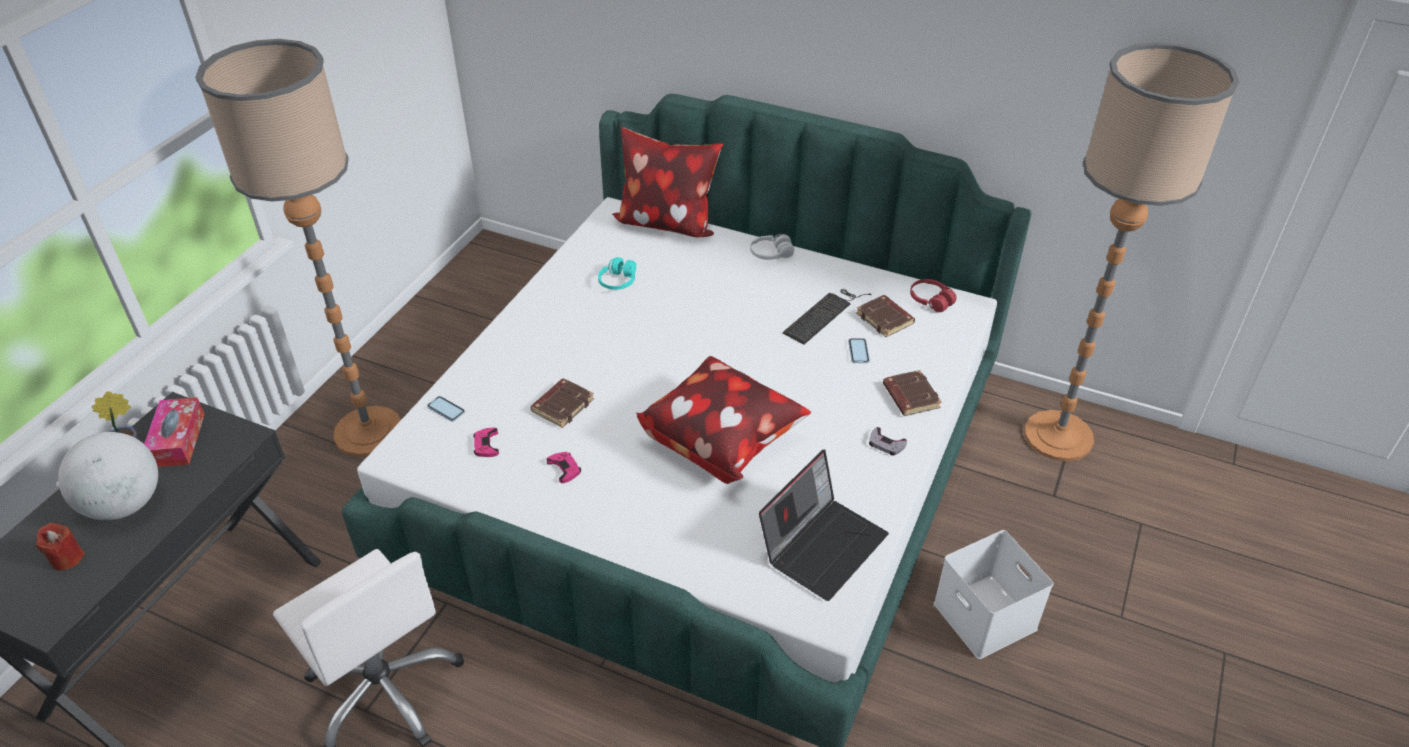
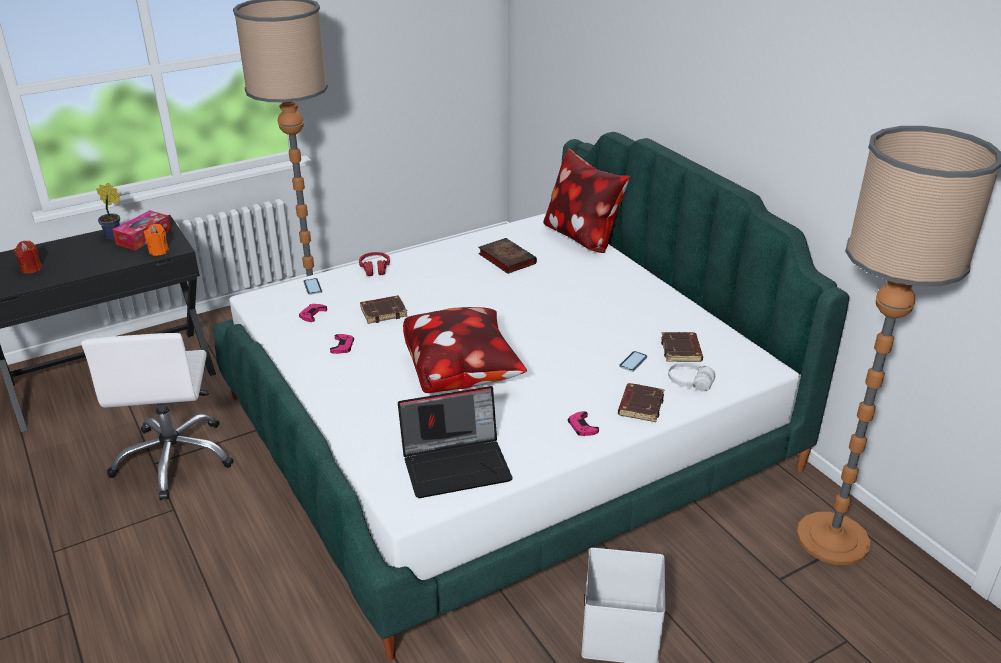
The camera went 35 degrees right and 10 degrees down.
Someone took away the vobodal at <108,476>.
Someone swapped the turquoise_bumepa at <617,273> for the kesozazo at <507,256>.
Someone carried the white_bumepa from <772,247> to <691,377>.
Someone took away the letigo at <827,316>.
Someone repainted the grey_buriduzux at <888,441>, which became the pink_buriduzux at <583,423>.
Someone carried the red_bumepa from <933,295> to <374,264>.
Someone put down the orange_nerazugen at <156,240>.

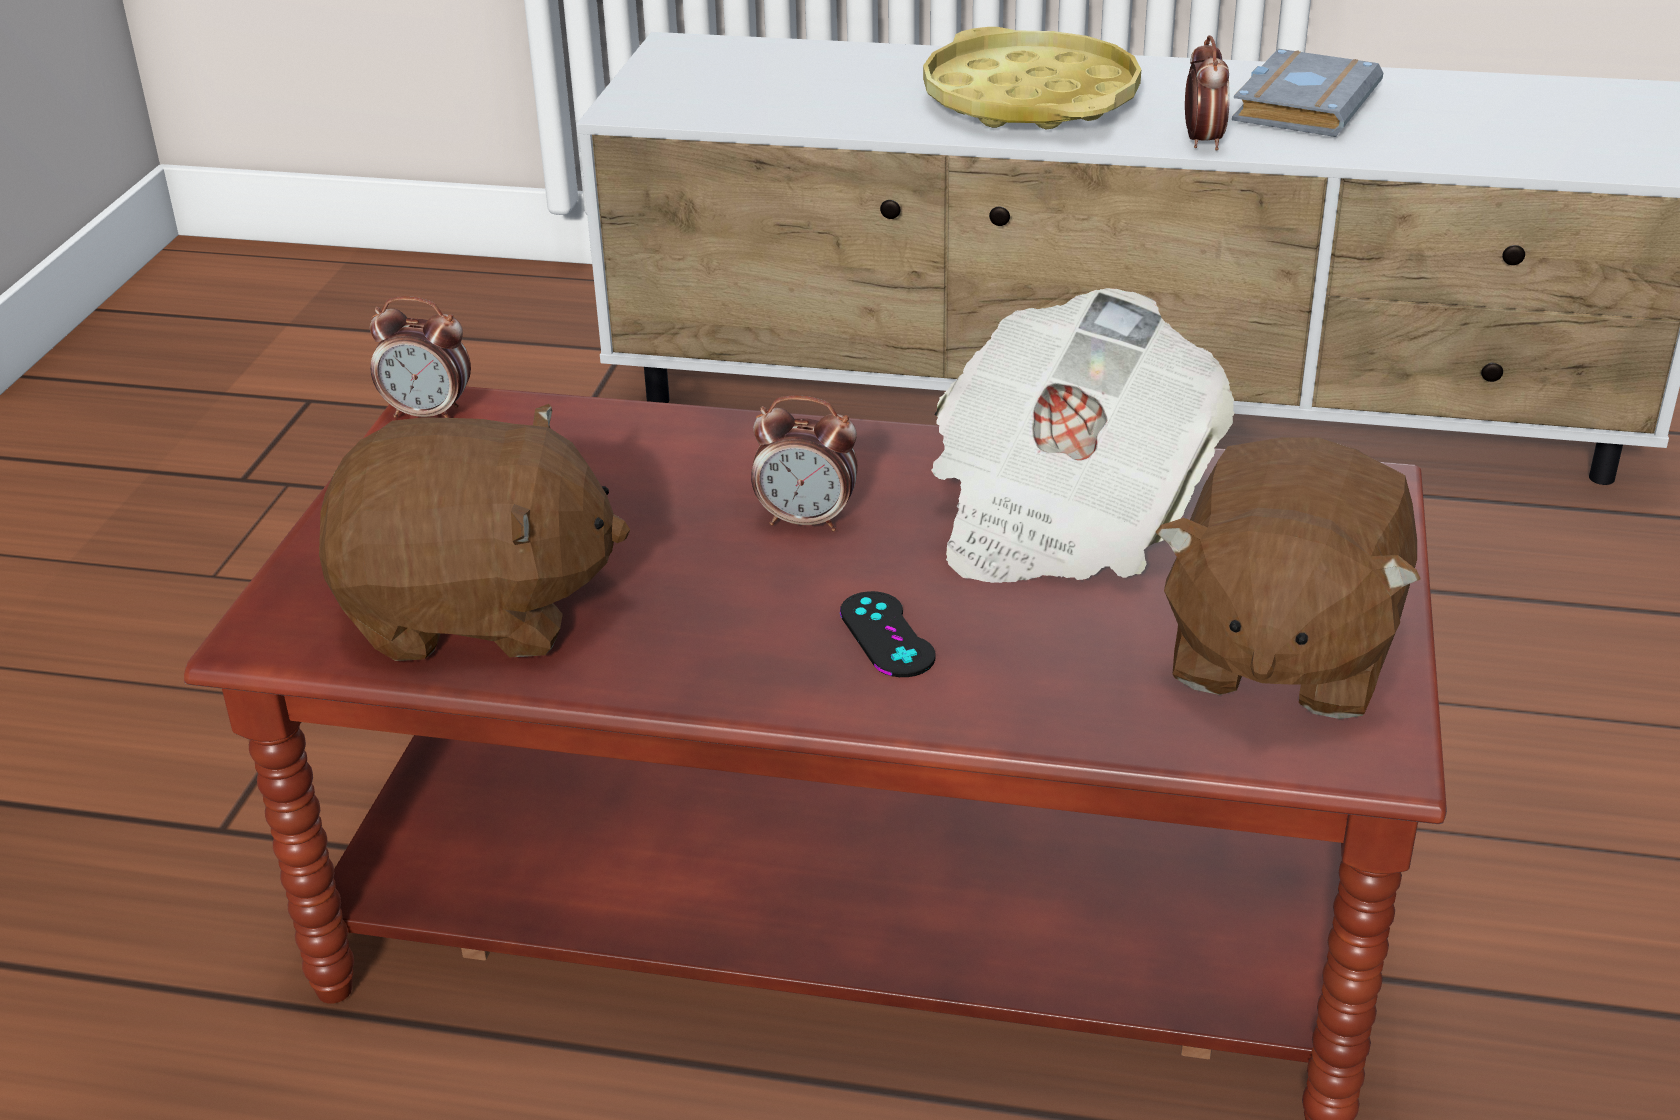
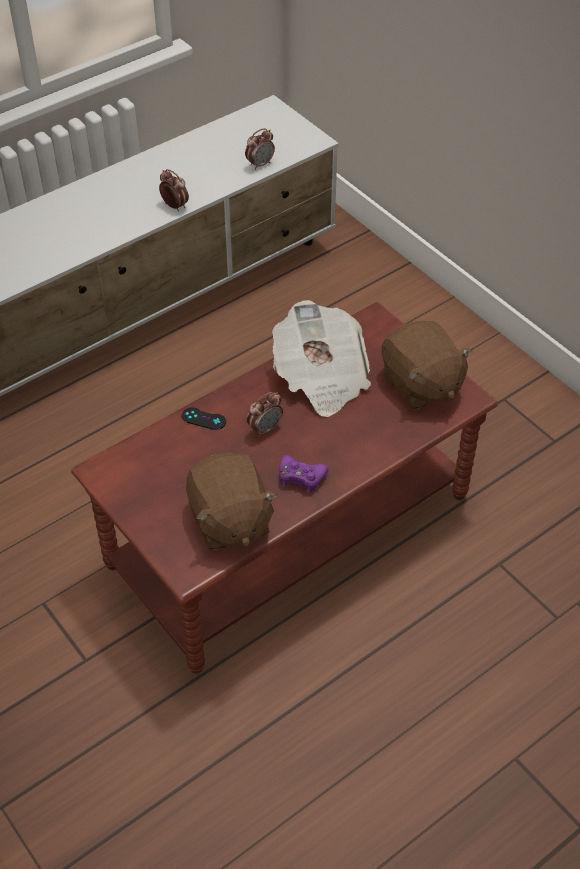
The camera went 50 degrees left and 15 degrees up.
Someone rotated the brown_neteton at <474,532> by 120 degrees clockwise.
Someone carried the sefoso from <420,357> to <260,149>.
Someone carried the black_buriduzux from <888,634> to <203,418>.
Someone took away the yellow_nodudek at <1032,78>.
Someone took away the grey_kesozazo at <1307,93>.
Someone put down the purple_buriduzux at <304,474>.

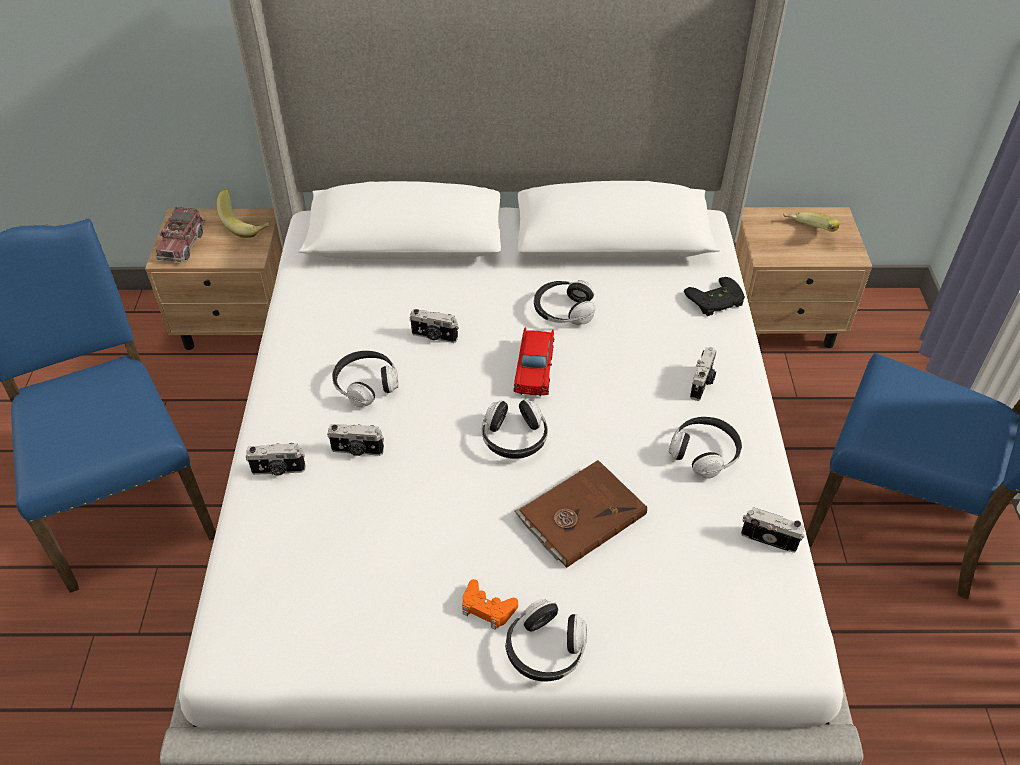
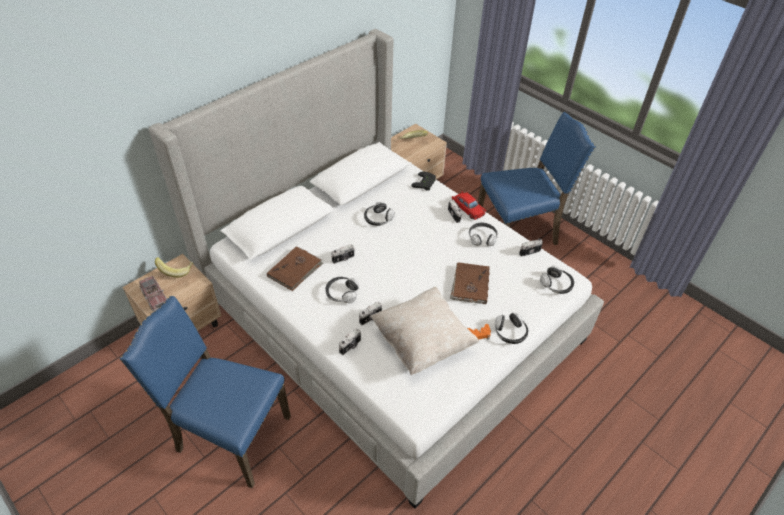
The camera went 45 degrees left and 0 degrees up.
Someone carried the bumepa from <515,429> to <557,280>.
Someone carried the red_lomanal from <533,361> to <469,205>.
Someone put down the brown_kesozazo at <295,269>.
Someone put down the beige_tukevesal at <424,331>.

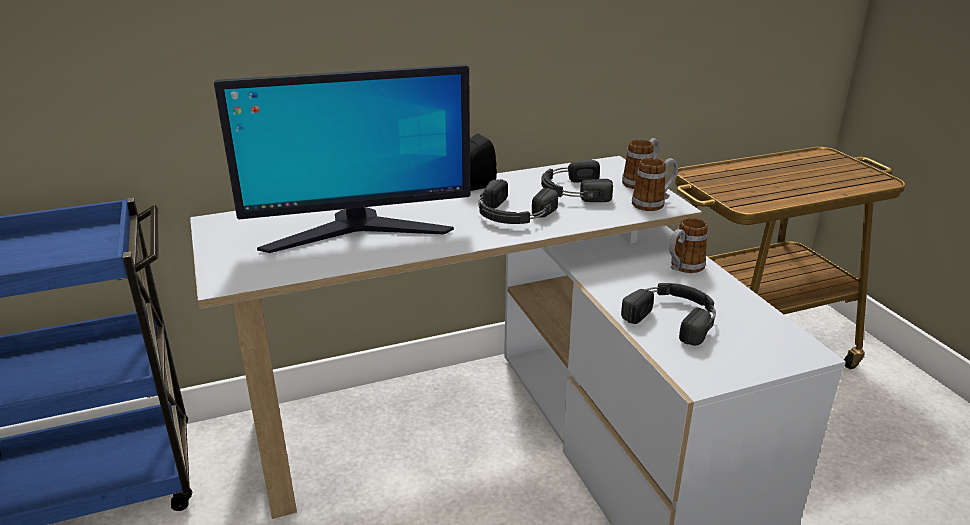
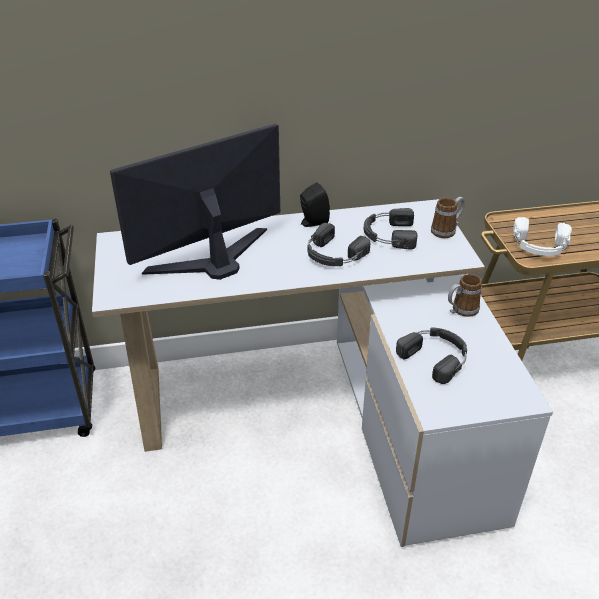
The camera went 10 degrees right and 10 degrees up.
Someone rotated the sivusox at <342,158> by 150 degrees clockwise.
Someone took away the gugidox at <655,184>.
Someone put down the white_bumepa at <542,236>.

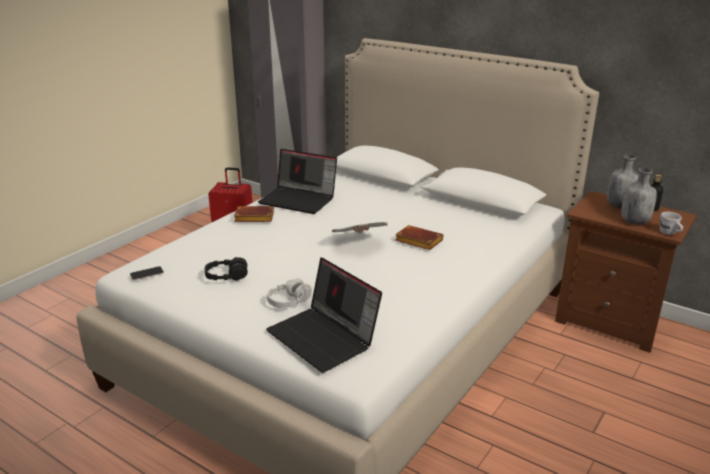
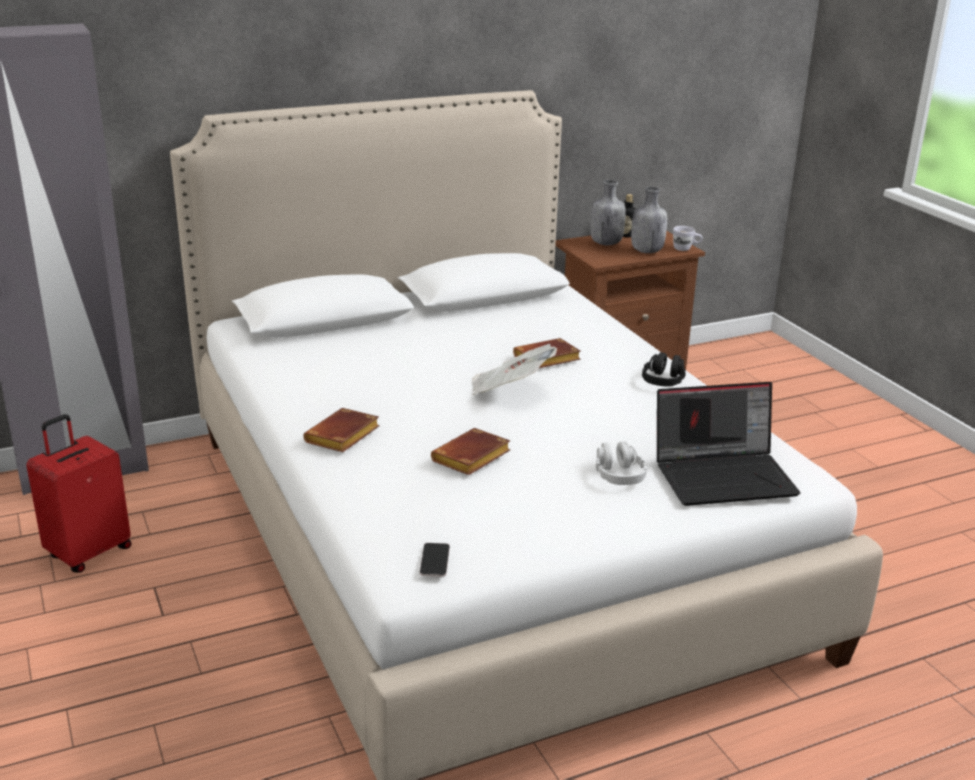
The camera went 60 degrees left and 0 degrees up.
Someone carried the black_bumepa from <226,269> to <664,369>.
Someone took away the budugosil at <297,181>.
Someone put down the brown_kesozazo at <470,451>.

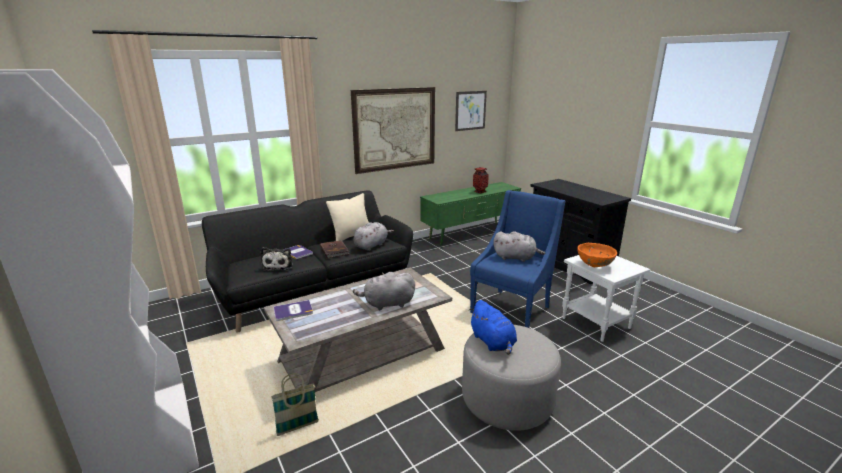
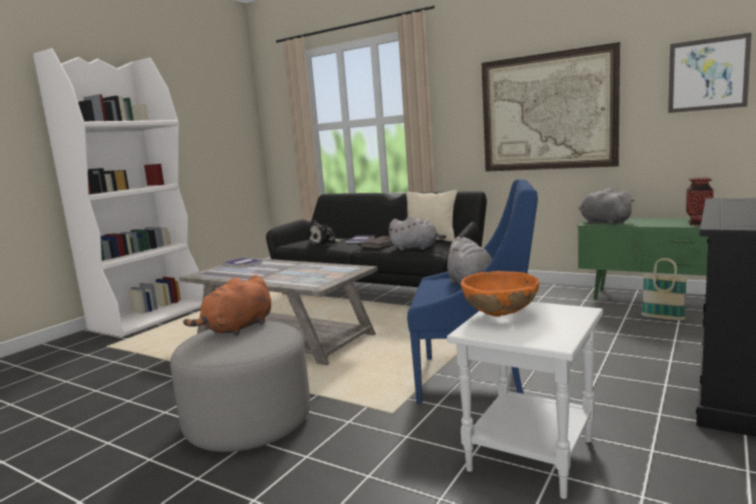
The camera went 65 degrees right and 10 degrees down.
Someone carried the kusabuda from <295,404> to <664,289>.
Someone carried the grey_neteton from <384,291> to <607,206>.
Someone repainted the blue_neteton at <493,327>, which became the orange_neteton at <227,305>.

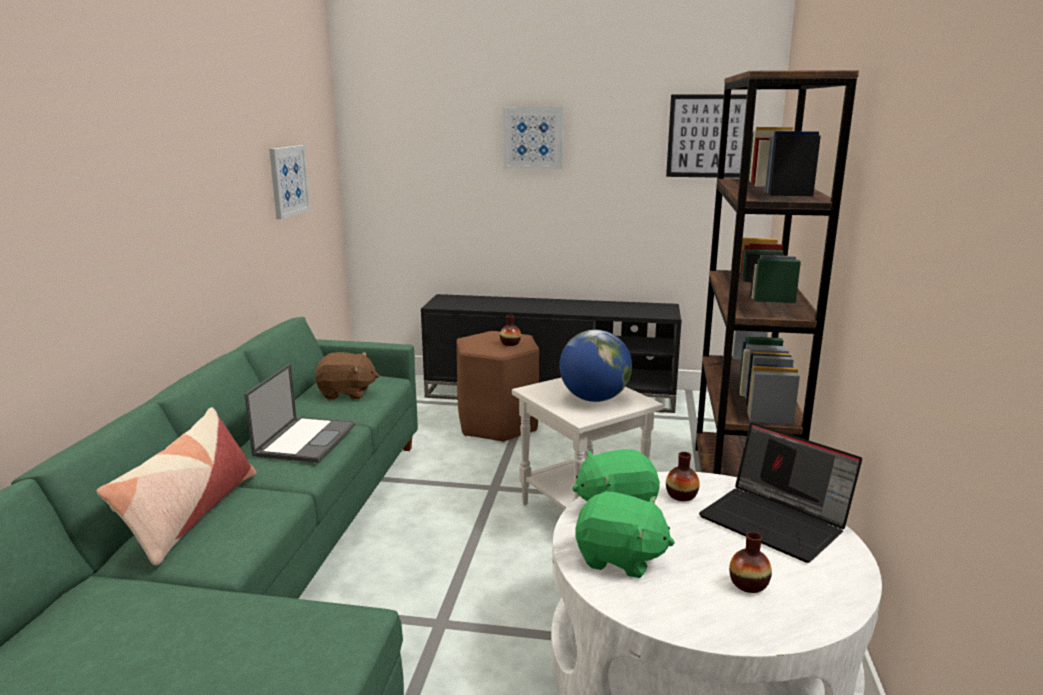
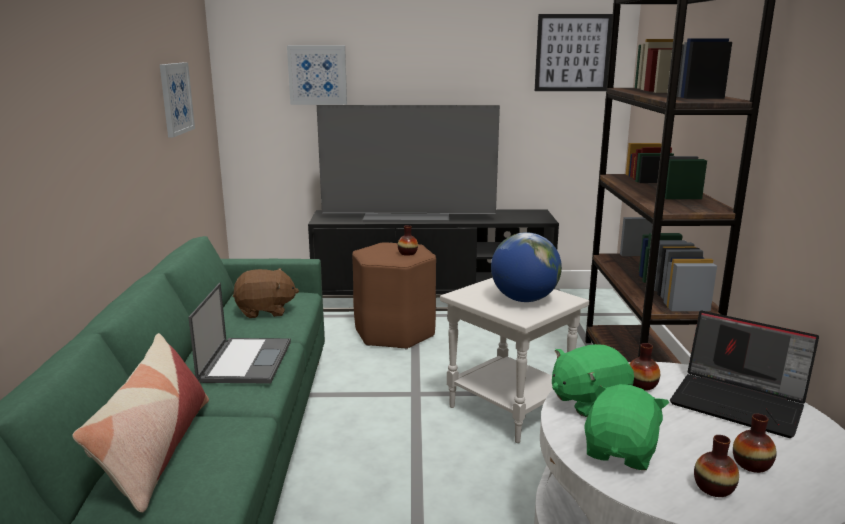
The camera went 10 degrees left and 0 degrees up.
Someone carried the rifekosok from <533,138> to <317,75>.
Someone rotated the green_neteton at <625,534> by 75 degrees counterclockwise.
Someone put down the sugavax at <408,164>.
Someone put down the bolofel at <716,466>.

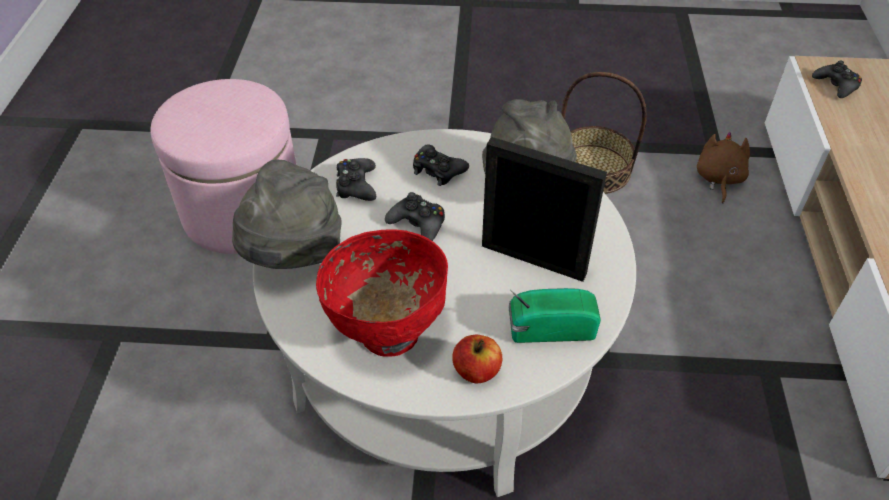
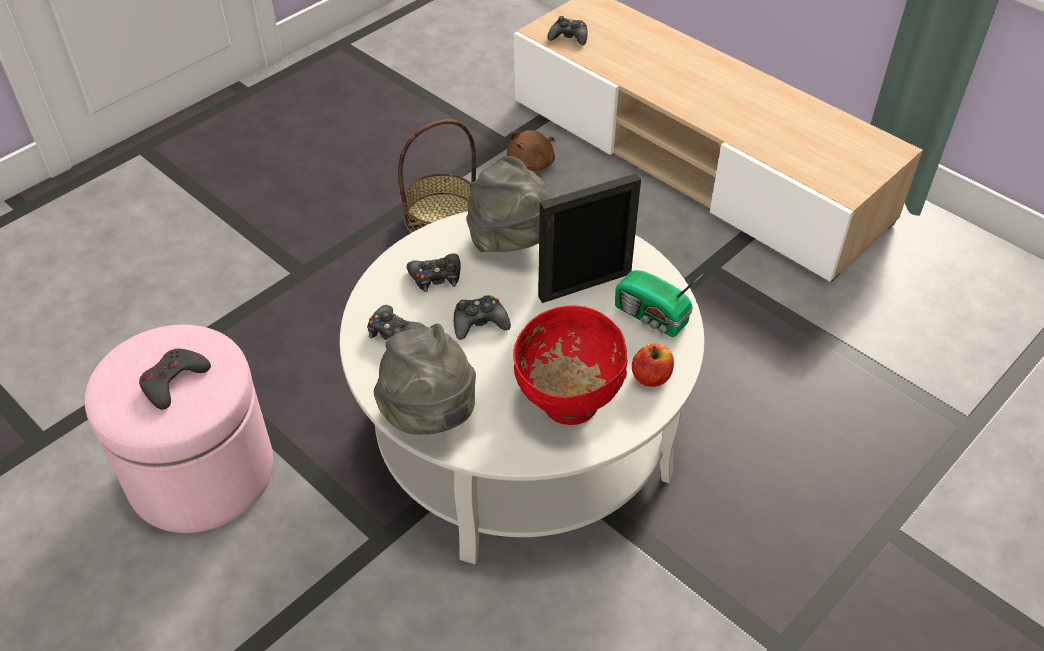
The camera went 50 degrees left and 0 degrees up.
Someone rotated the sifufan at <555,315> by 90 degrees counterclockwise.
Someone rotated the brown_neteton at <723,167> by 105 degrees counterclockwise.
Someone put down the grey_buriduzux at <175,379>.

